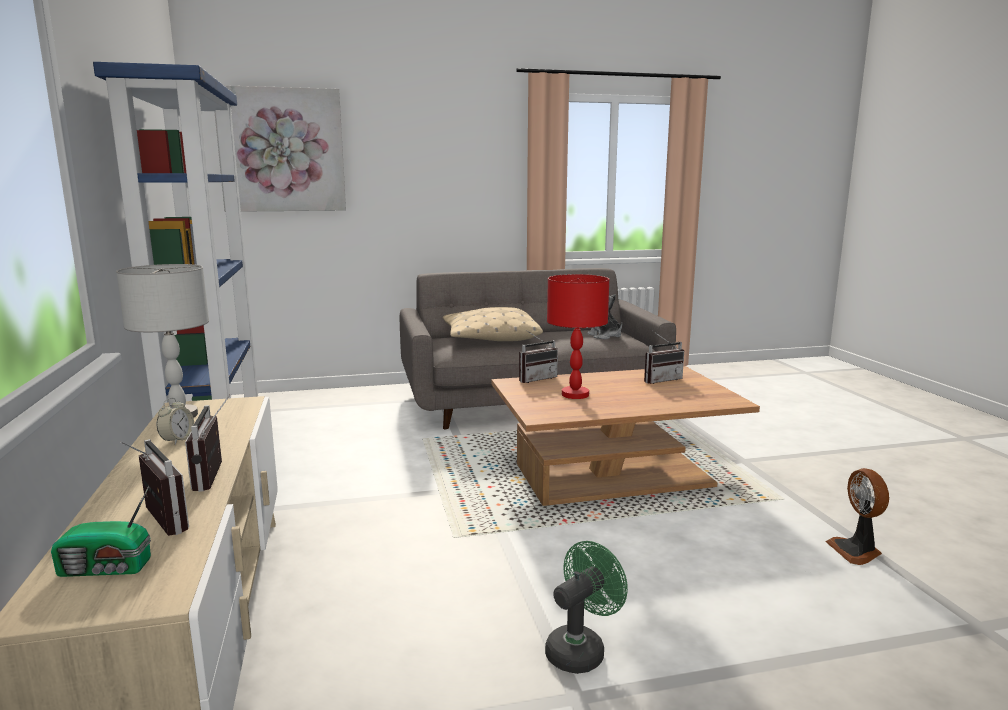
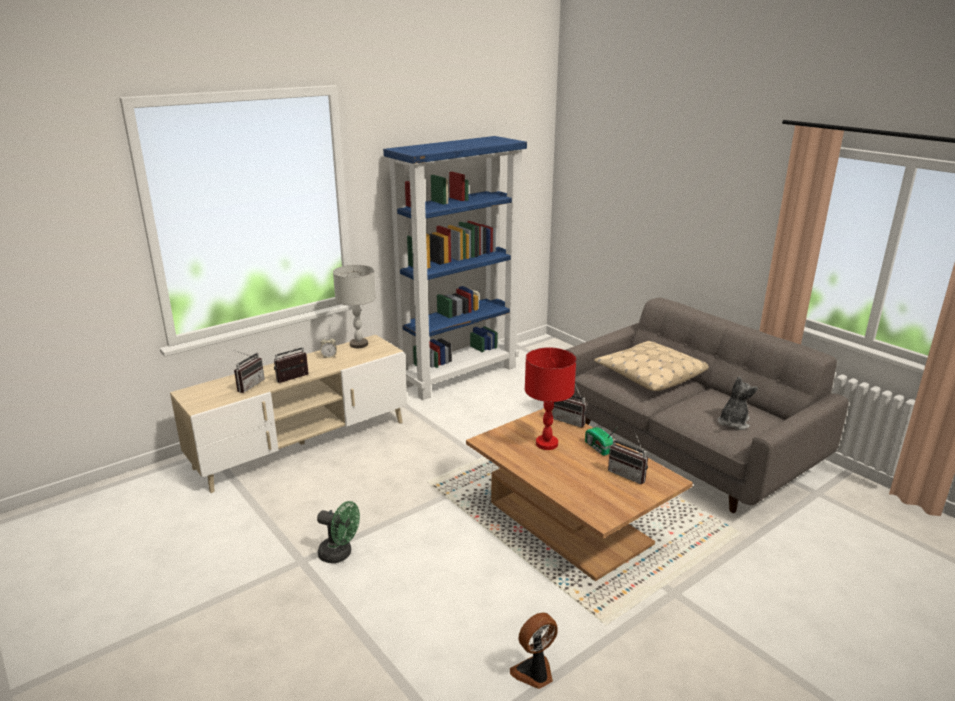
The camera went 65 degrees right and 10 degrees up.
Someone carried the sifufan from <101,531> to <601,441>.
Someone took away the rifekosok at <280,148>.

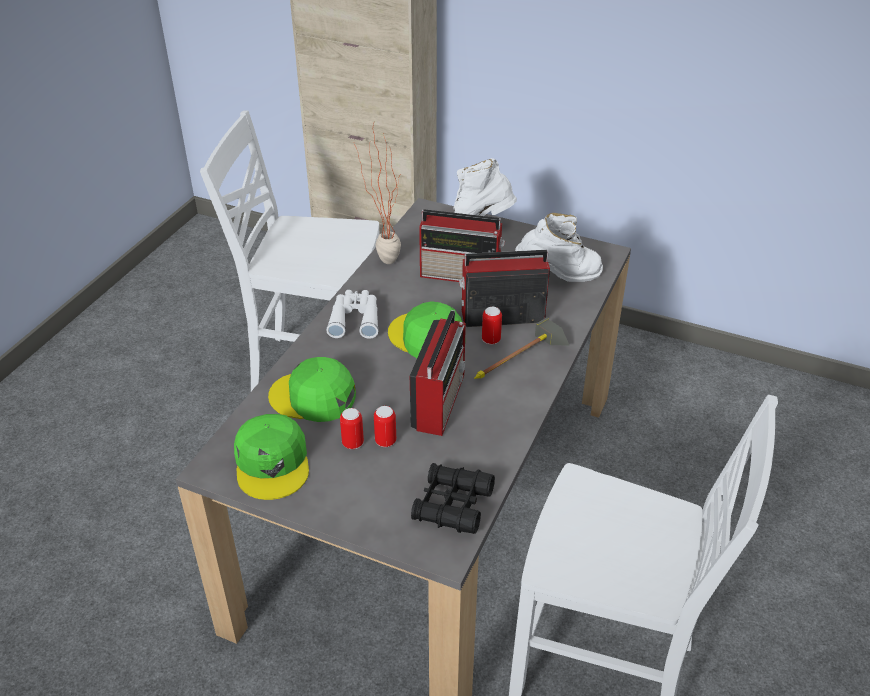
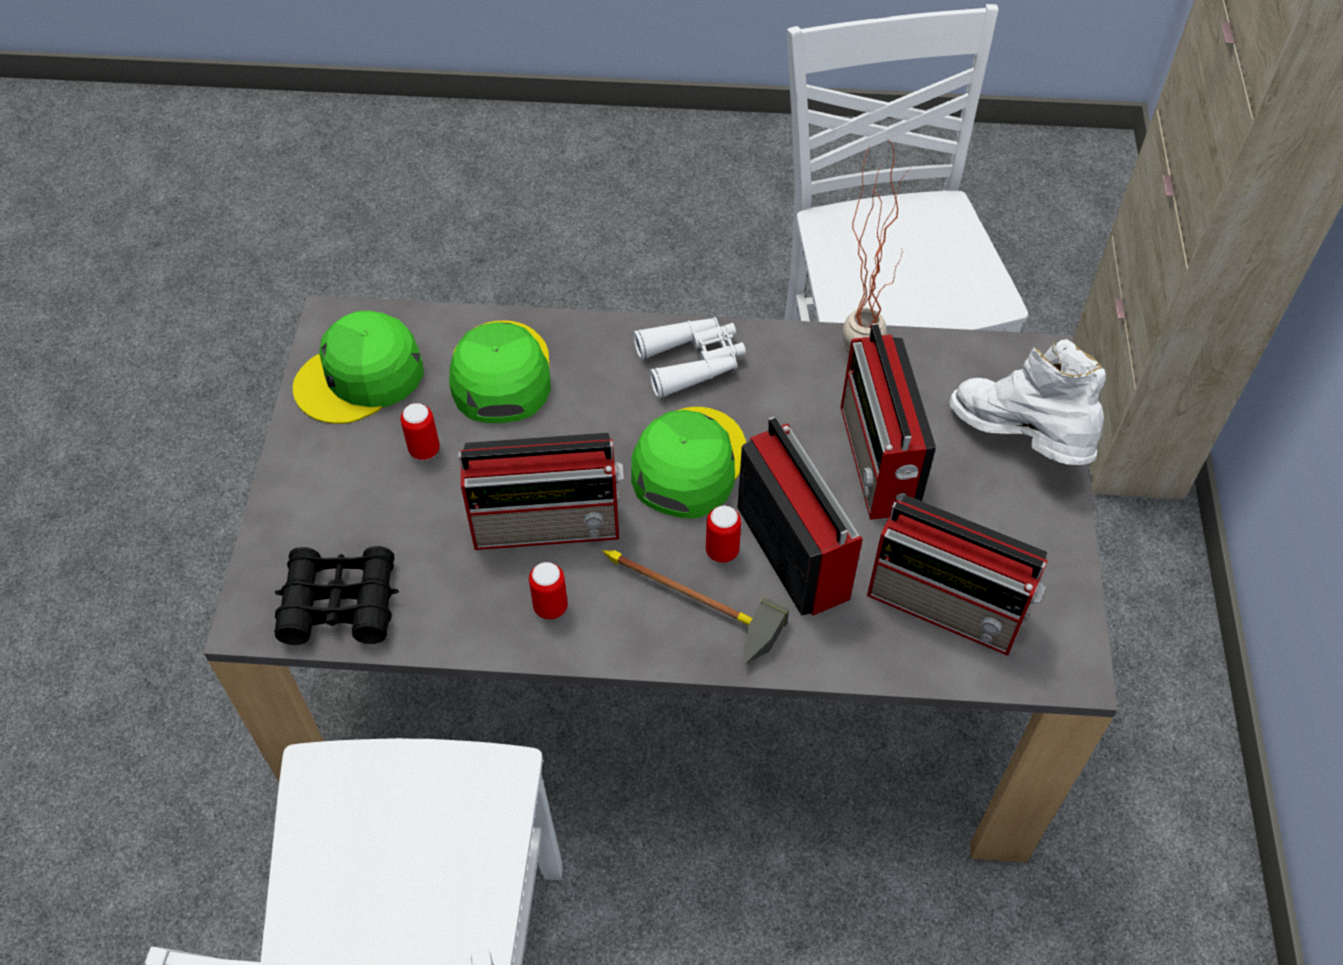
The camera went 70 degrees right and 15 degrees up.
Someone carried the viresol from <385,426> to <548,590>.
Someone swapped the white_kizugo at <559,247> for the sifufan at <957,575>.

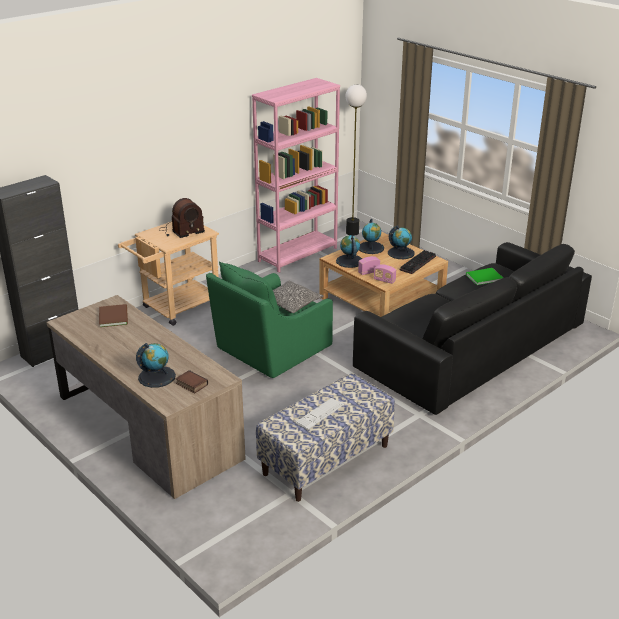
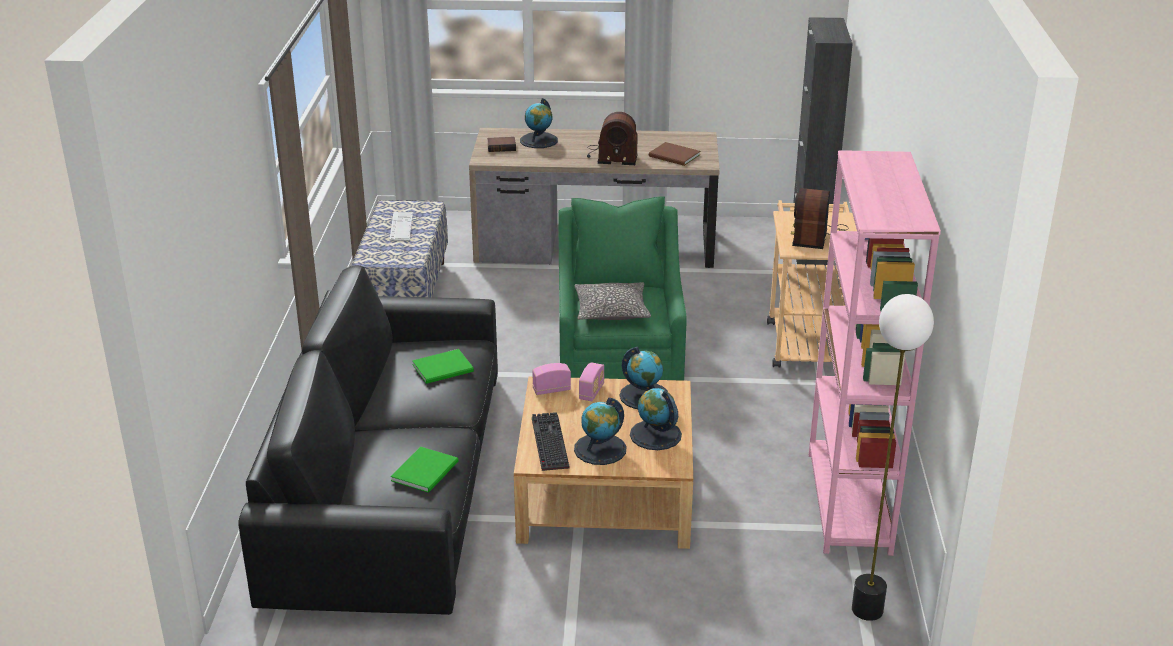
The camera went 135 degrees right and 0 degrees up.
Someone put down the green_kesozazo at <443,366>.
Someone put down the sifufan at <612,138>.

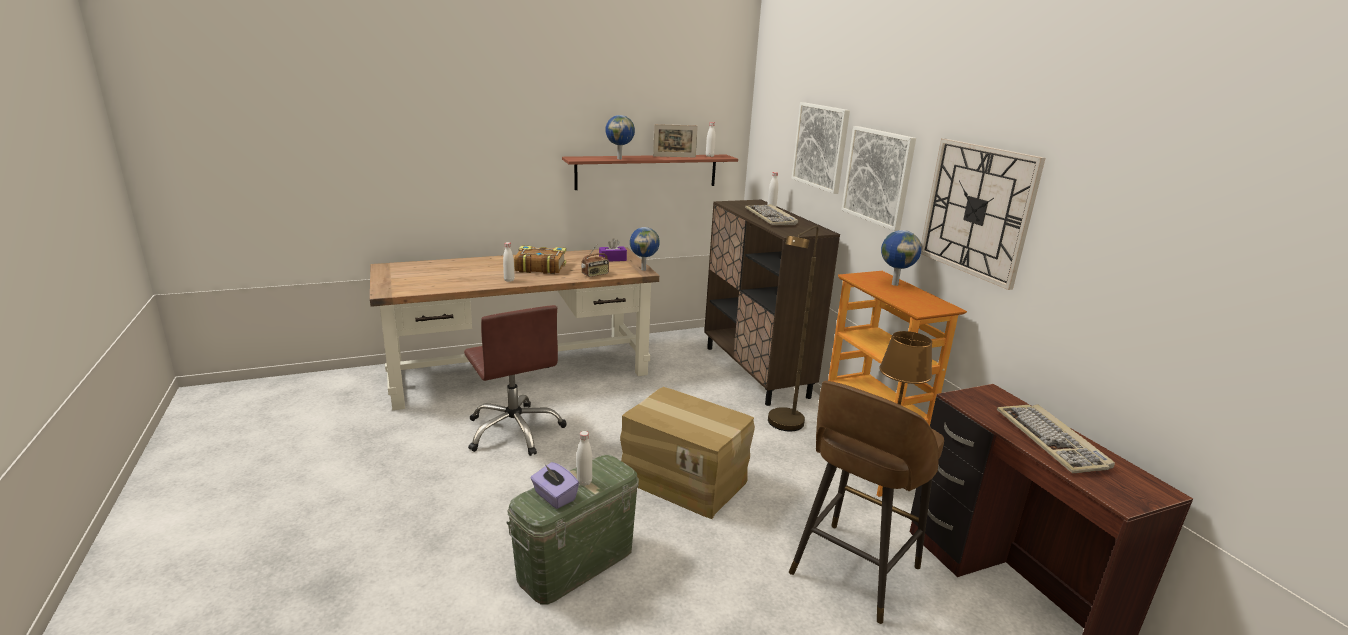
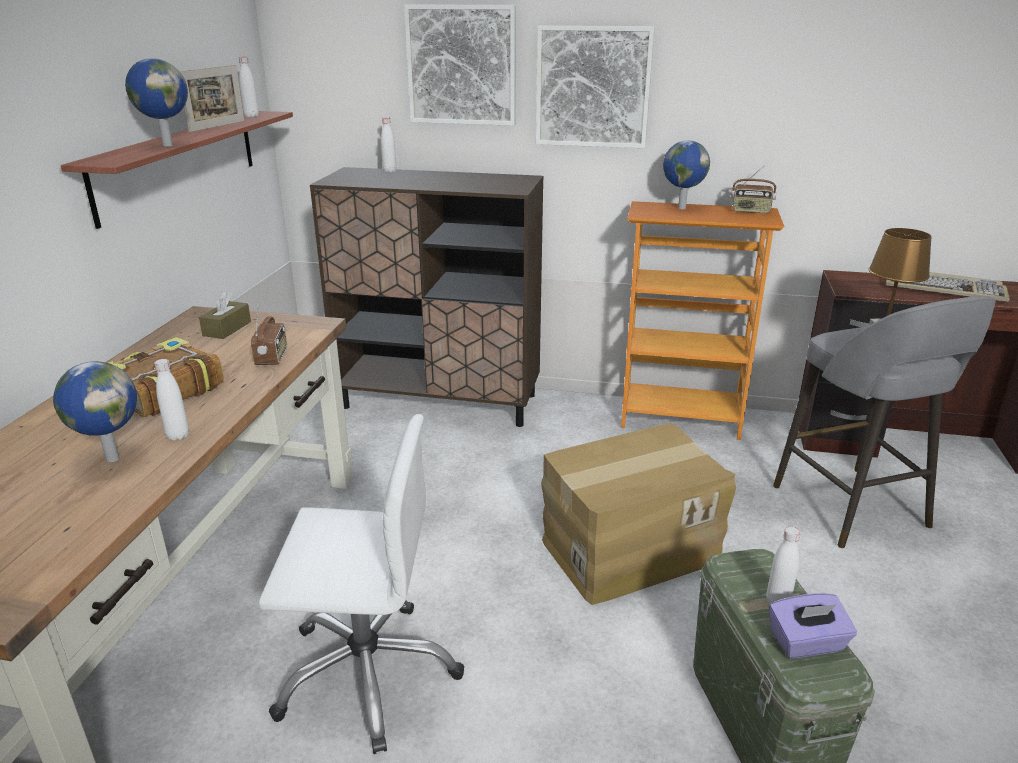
The camera went 55 degrees left and 5 degrees up.
Someone repainted the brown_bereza at <515,380>, which became the white_bereza at <361,584>.
Someone repainted the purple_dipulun at <613,250>, which became the brown_dipulun at <225,315>.
Someone carried the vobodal from <645,249> to <95,411>.
Someone took away the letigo at <771,214>.
Someone took away the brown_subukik at <793,328>.
Someone repainted the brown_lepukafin at <866,502>, which became the grey_lepukafin at <884,422>.
Someone took away the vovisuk at <983,214>.
Someone put down the sifufan at <753,190>.

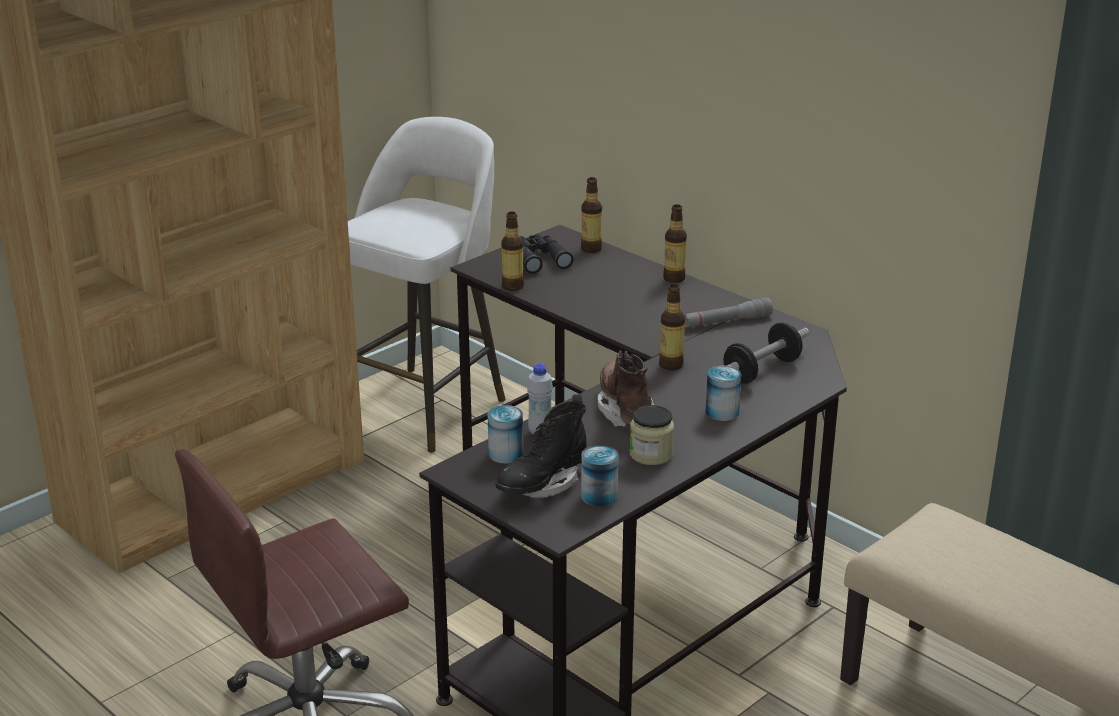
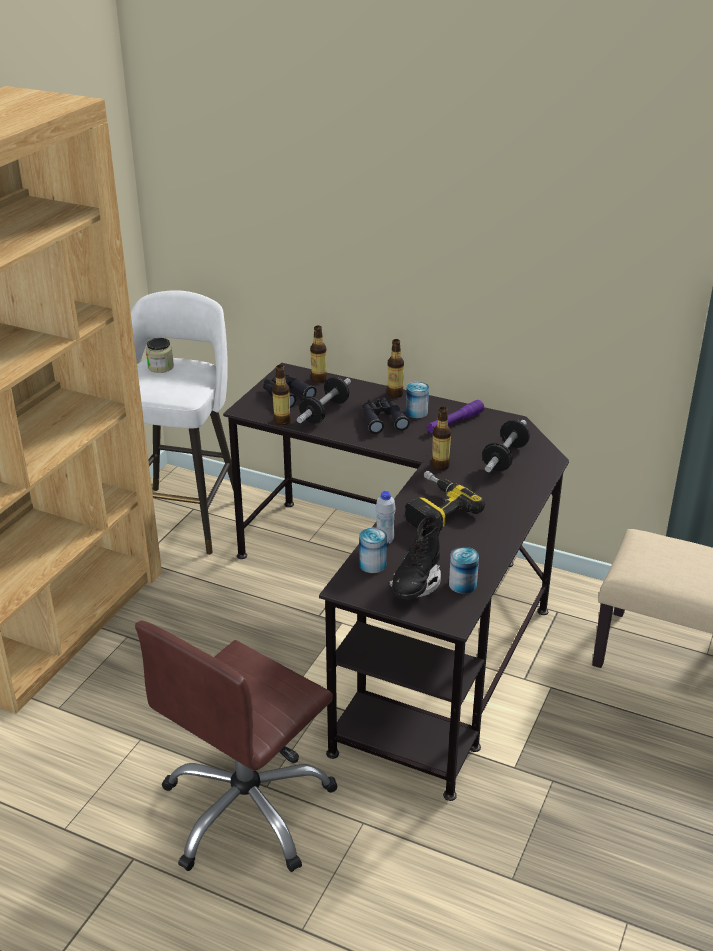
The camera went 20 degrees left and 5 degrees up.
Someone swapped the brown_kizugo at <626,388> for the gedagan at <445,501>.
Someone carried the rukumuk from <652,435> to <160,355>.
Someone repainted the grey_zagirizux at <728,313>, which became the purple_zagirizux at <455,416>.
Someone carried the viresol from <723,393> to <417,400>.
Someone put down the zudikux at <324,400>.
Someone put down the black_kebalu at <386,416>.

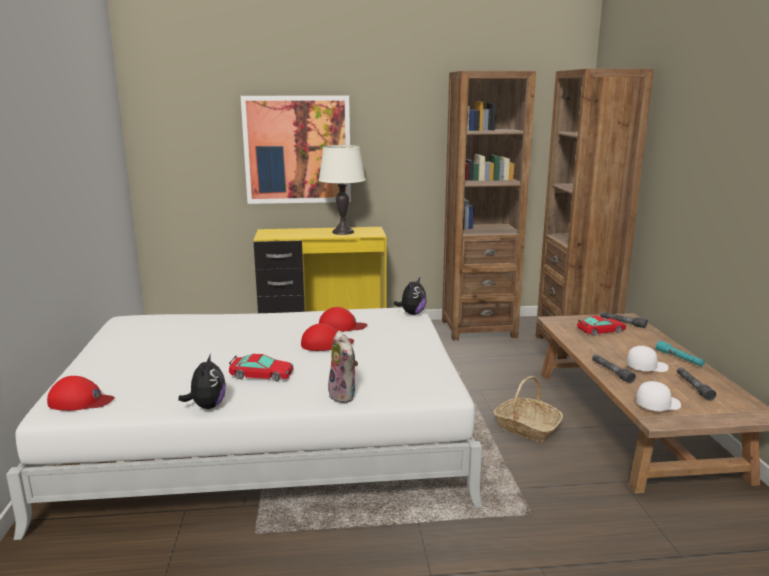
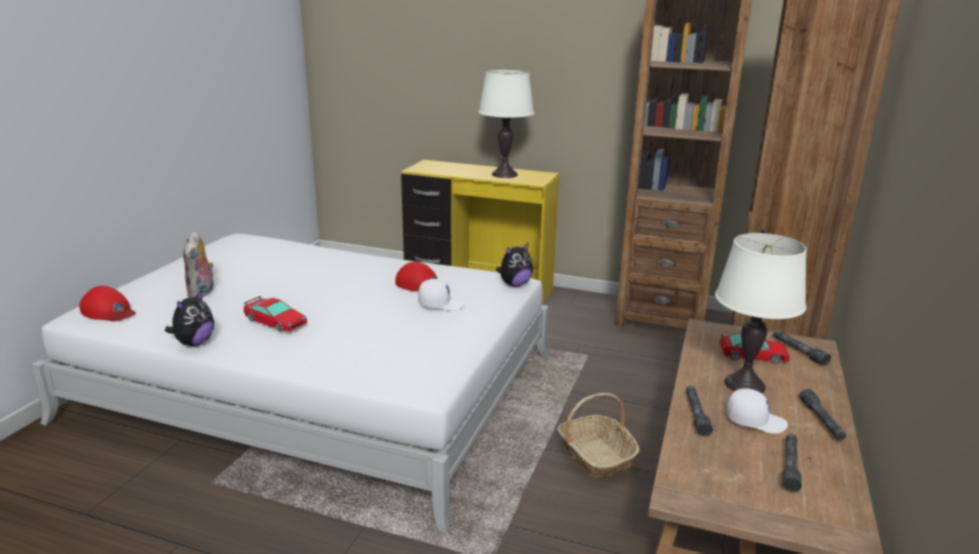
The camera went 25 degrees right and 5 degrees up.
Someone took away the rifekosok at <296,150>.
Someone took away the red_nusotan at <327,337>.
Someone carried the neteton from <343,366> to <198,264>.
Someone carried the white_nusotan from <658,396> to <442,295>.
Someone repainted the turquoise_zagirizux at <680,353>, which became the grey_zagirizux at <823,414>.
Someone put down the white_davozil at <761,313>.

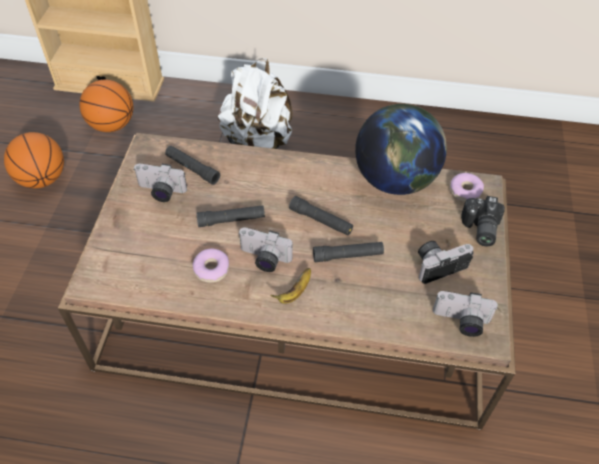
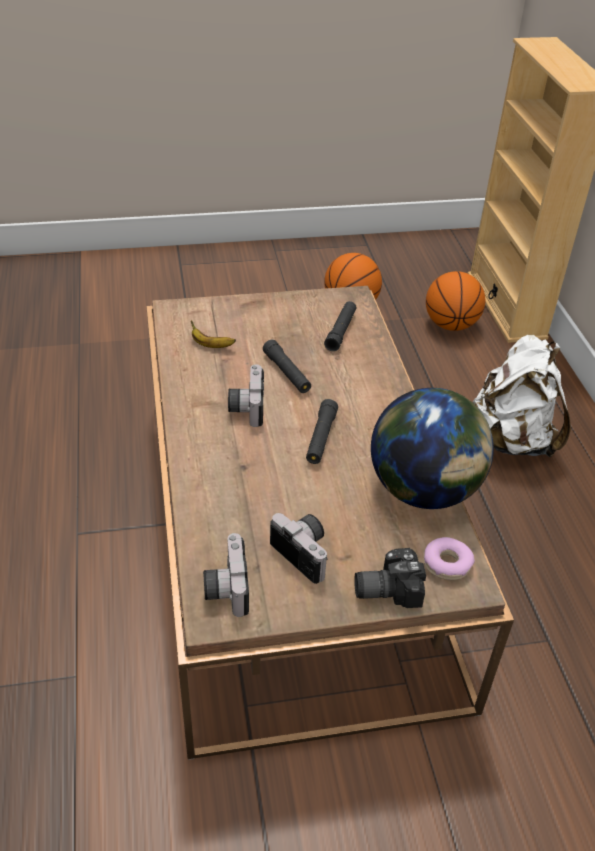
The camera went 70 degrees right and 10 degrees down.
Someone took away the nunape at <160,183>.
Someone took away the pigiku at <210,266>.
Someone carried the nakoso from <290,286> to <213,334>.
Someone took away the black_zagirizux at <348,252>.

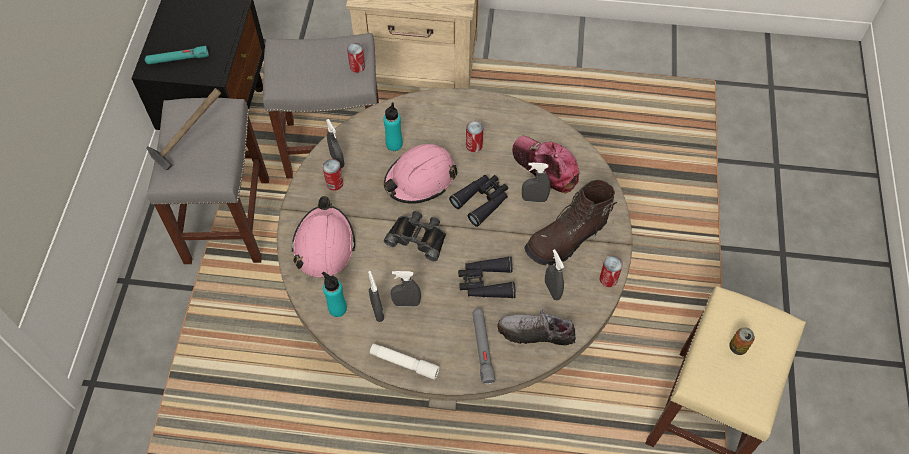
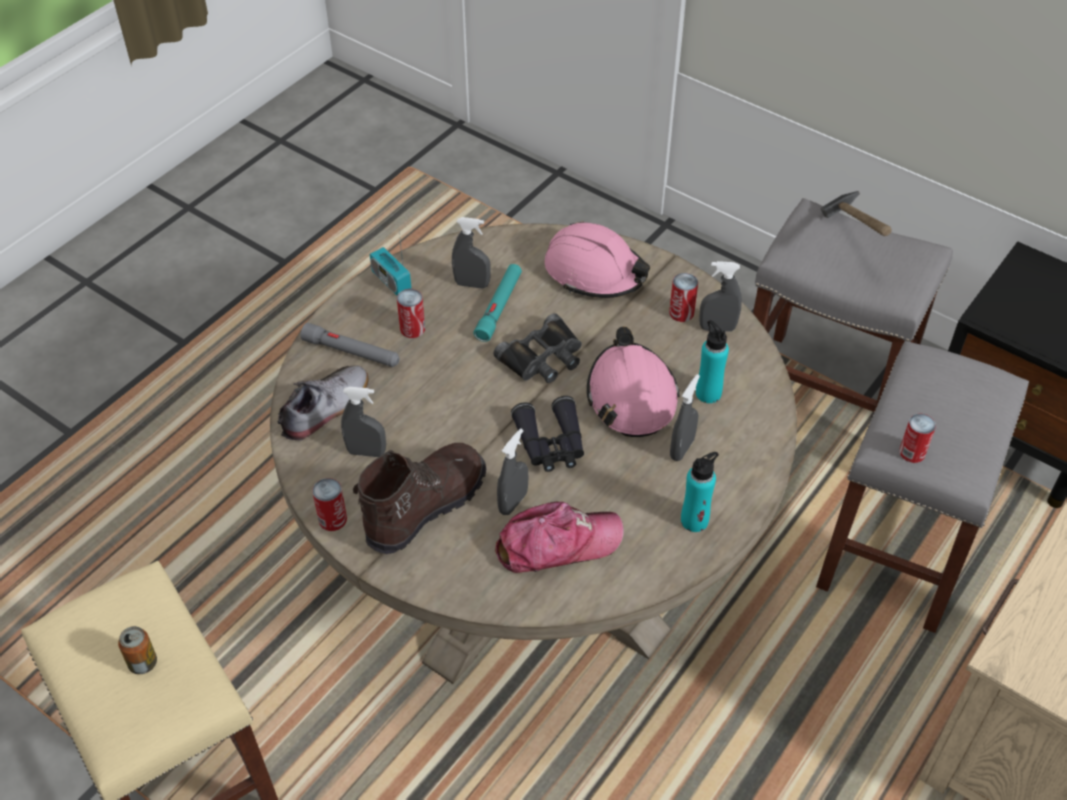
The camera went 120 degrees right and 10 degrees down.
Someone carried the turquoise_zagirizux from <177,55> to <497,303>.
Someone carried the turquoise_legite from <334,294> to <700,492>.
Someone swapped the white_zagirizux at <405,362> for the sifufan at <391,264>.
Someone carried the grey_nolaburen from <406,289> to <685,417>.
Someone took away the black_kebalu at <487,277>.
Someone carried the viresol from <474,136> to <411,313>.
Someone rotated the brown_kizugo at <571,223> by 45 degrees clockwise.

